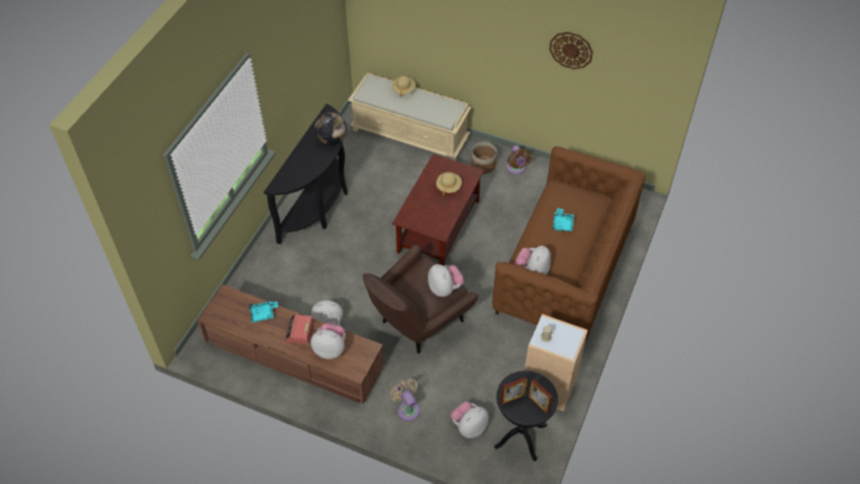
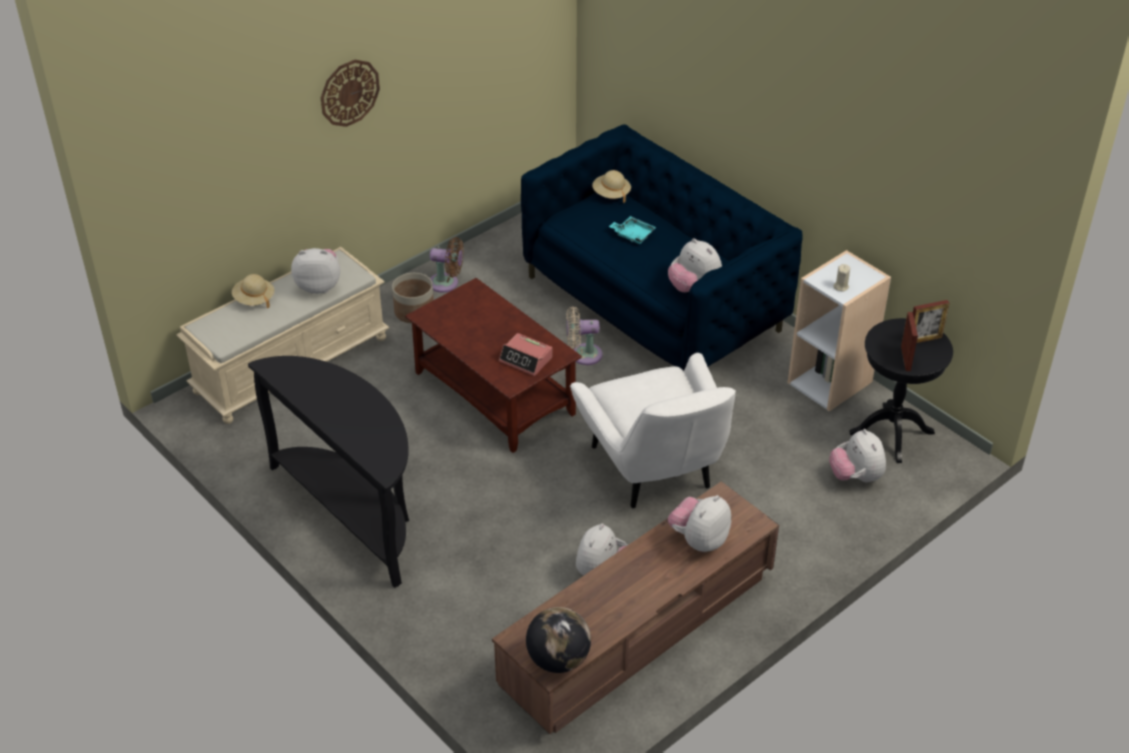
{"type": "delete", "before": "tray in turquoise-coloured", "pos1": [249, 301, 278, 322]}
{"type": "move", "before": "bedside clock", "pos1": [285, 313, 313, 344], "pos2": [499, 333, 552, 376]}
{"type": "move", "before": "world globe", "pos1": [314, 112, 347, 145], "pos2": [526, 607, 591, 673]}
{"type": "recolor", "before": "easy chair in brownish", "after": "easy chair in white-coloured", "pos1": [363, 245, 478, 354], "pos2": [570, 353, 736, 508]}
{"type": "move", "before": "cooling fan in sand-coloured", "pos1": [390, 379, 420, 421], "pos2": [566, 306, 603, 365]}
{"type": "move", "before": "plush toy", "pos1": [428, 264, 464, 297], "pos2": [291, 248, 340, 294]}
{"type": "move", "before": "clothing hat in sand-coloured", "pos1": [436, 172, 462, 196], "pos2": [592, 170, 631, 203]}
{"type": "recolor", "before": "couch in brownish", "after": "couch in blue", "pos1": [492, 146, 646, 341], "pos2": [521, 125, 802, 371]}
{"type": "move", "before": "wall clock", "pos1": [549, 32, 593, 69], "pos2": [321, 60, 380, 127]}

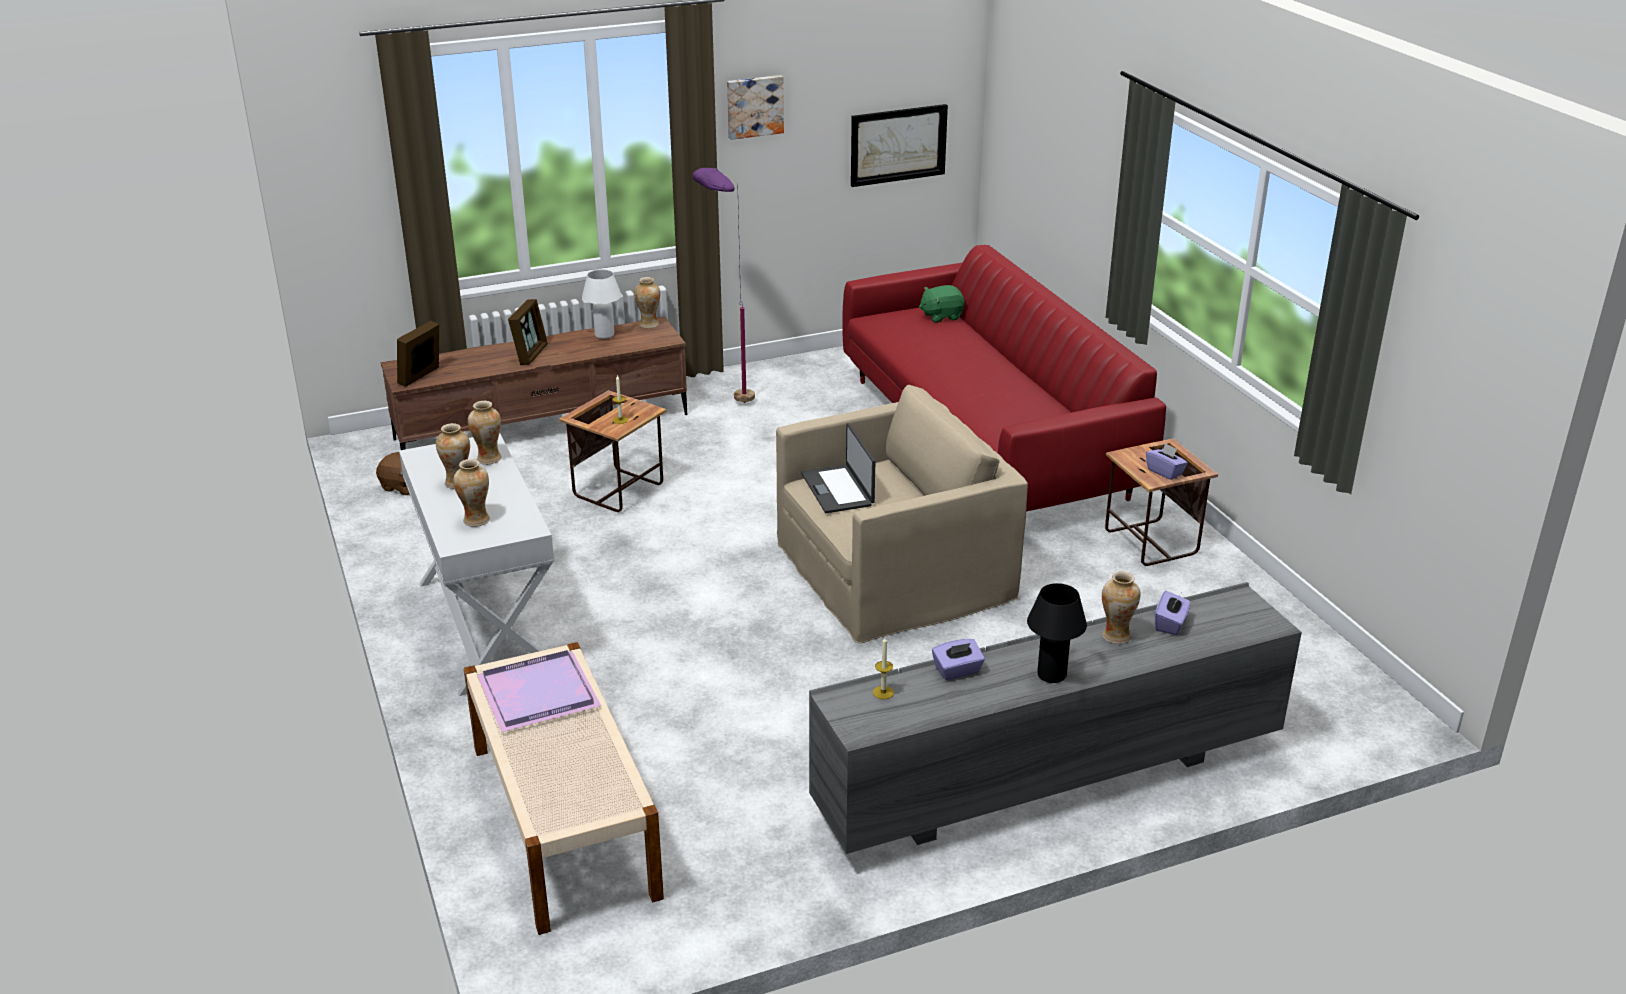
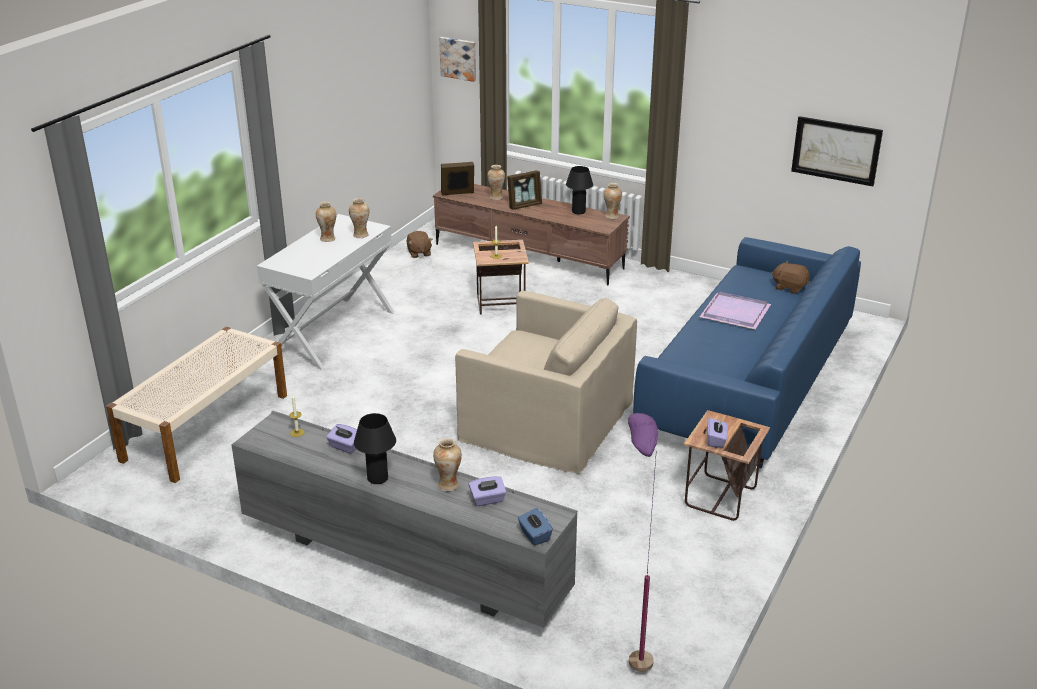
{"type": "move", "before": "decorative vase", "pos1": [453, 459, 490, 527], "pos2": [487, 165, 505, 200]}
{"type": "move", "before": "tray in purplish", "pos1": [477, 650, 601, 732], "pos2": [700, 291, 771, 329]}
{"type": "recolor", "before": "lamp for a table in white-coloured", "after": "lamp for a table in black", "pos1": [582, 269, 622, 339], "pos2": [566, 166, 593, 214]}
{"type": "move", "before": "standing lamp in purplish", "pos1": [692, 168, 755, 403], "pos2": [628, 413, 658, 672]}
{"type": "move", "before": "wall picture", "pos1": [727, 75, 784, 140], "pos2": [439, 37, 476, 82]}
{"type": "delete", "before": "laptop", "pos1": [801, 423, 875, 513]}
{"type": "recolor", "before": "couch in red", "after": "couch in blue", "pos1": [842, 245, 1166, 511], "pos2": [633, 237, 861, 468]}
{"type": "recolor", "before": "plush toy in greenish", "after": "plush toy in brownish", "pos1": [919, 285, 965, 323], "pos2": [772, 261, 810, 294]}
{"type": "insert", "after": "tissue box in blue", "pos2": [518, 508, 553, 545]}

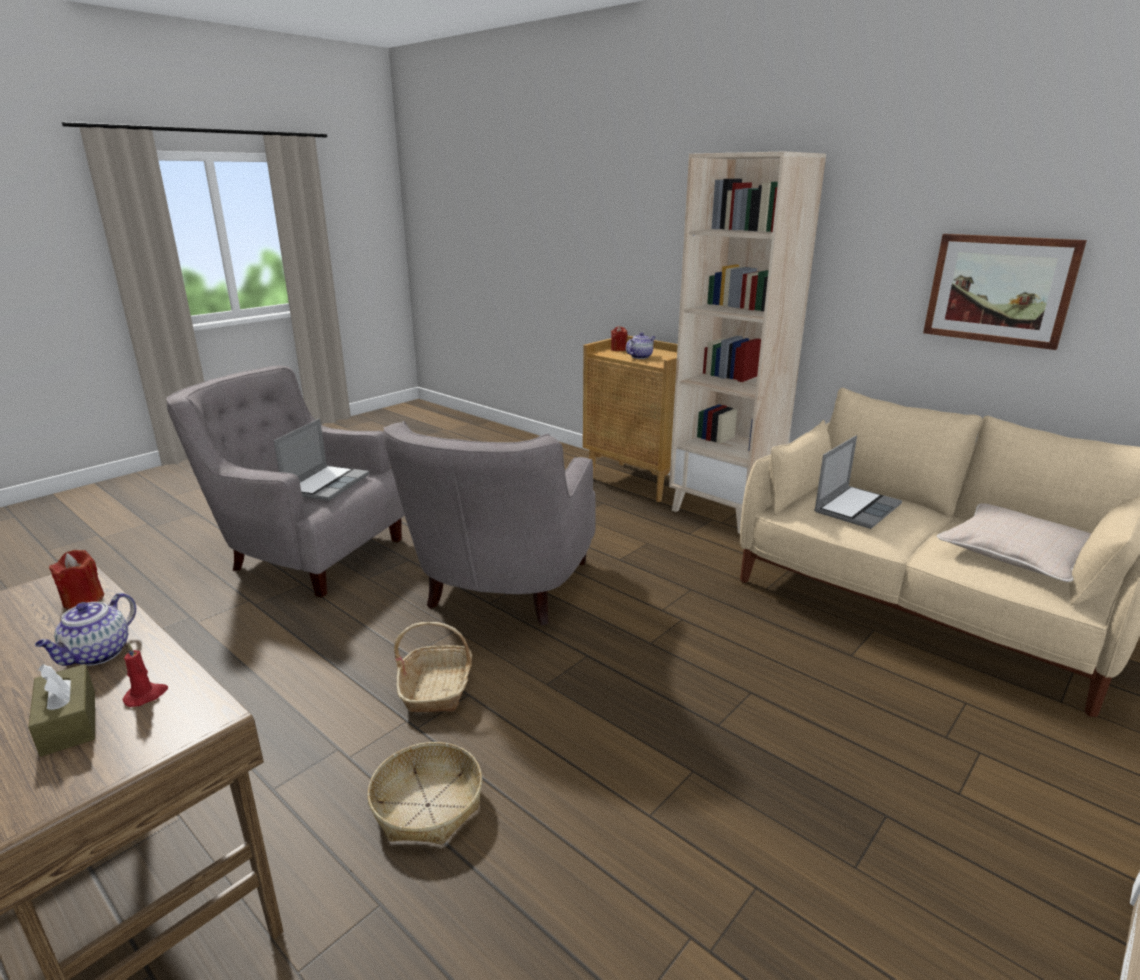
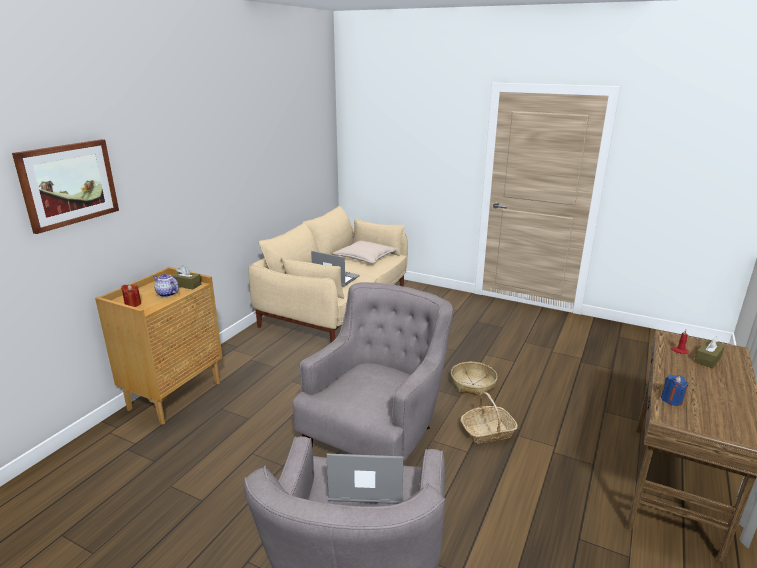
{"type": "delete", "before": "tea pot", "pos1": [35, 593, 136, 666]}
{"type": "recolor", "before": "candle in red", "after": "candle in blue", "pos1": [49, 550, 104, 610], "pos2": [661, 375, 689, 406]}
{"type": "move", "before": "basket", "pos1": [367, 742, 482, 844], "pos2": [451, 362, 497, 397]}
{"type": "rotate", "before": "easy chair in gray", "pos1": [383, 421, 596, 626], "pos2": [293, 282, 453, 461], "turn": -60}
{"type": "delete", "before": "shelving unit in sand-coloured", "pos1": [669, 151, 826, 534]}
{"type": "move", "before": "wall picture", "pos1": [923, 234, 1087, 350], "pos2": [12, 139, 119, 234]}
{"type": "insert", "after": "tissue box in brownish", "pos2": [172, 265, 201, 289]}

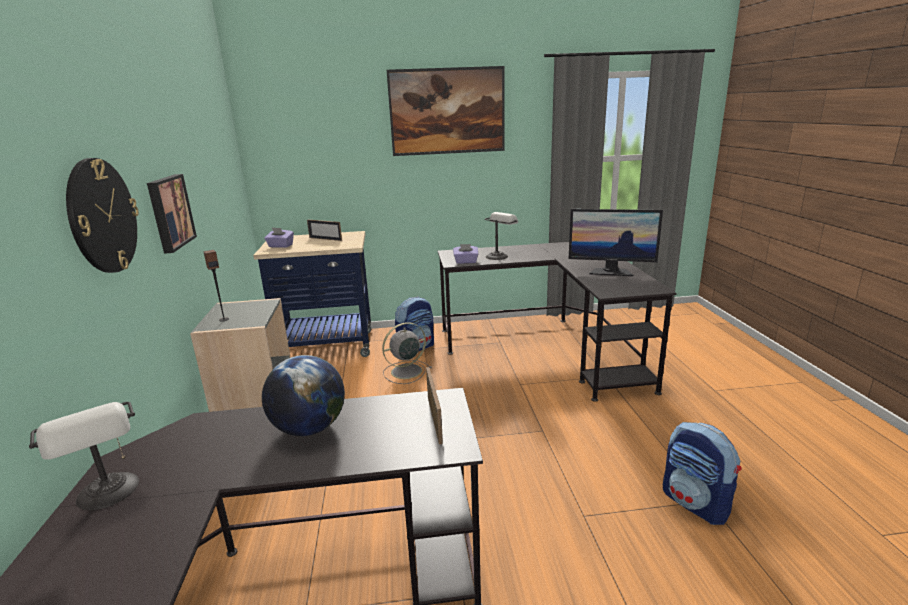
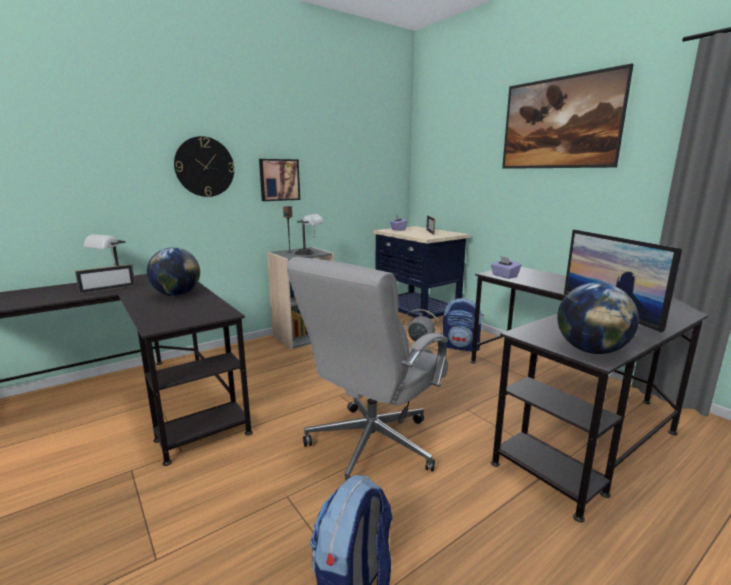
{"type": "move", "before": "picture frame", "pos1": [426, 367, 443, 444], "pos2": [75, 264, 136, 294]}
{"type": "move", "before": "lamp for a table", "pos1": [485, 212, 518, 260], "pos2": [294, 214, 324, 255]}
{"type": "insert", "after": "office chair in gray", "pos2": [287, 257, 448, 480]}
{"type": "insert", "after": "world globe", "pos2": [557, 283, 639, 354]}

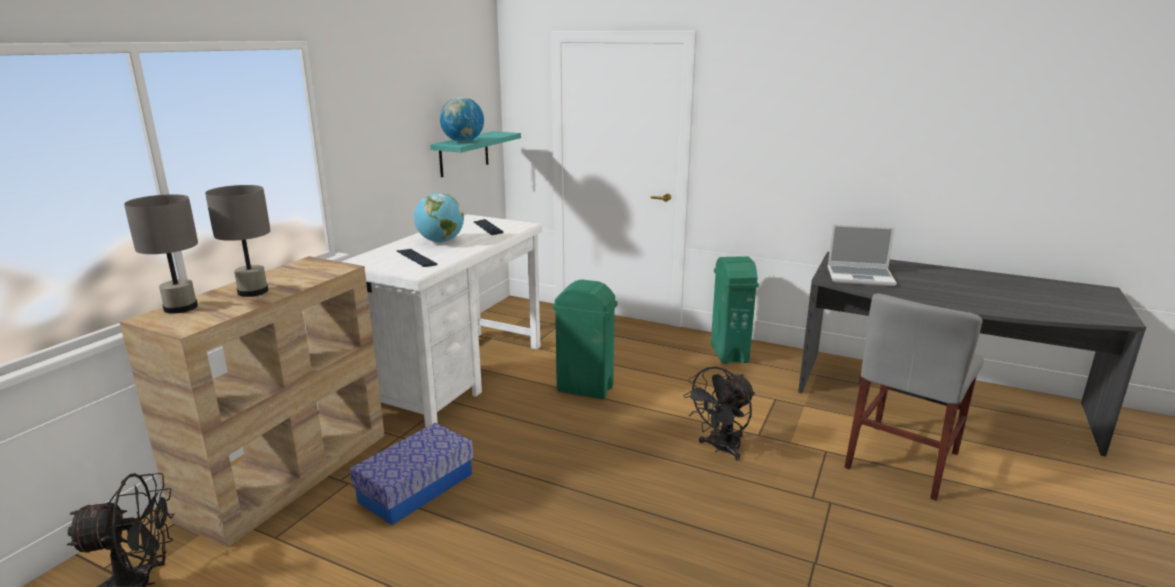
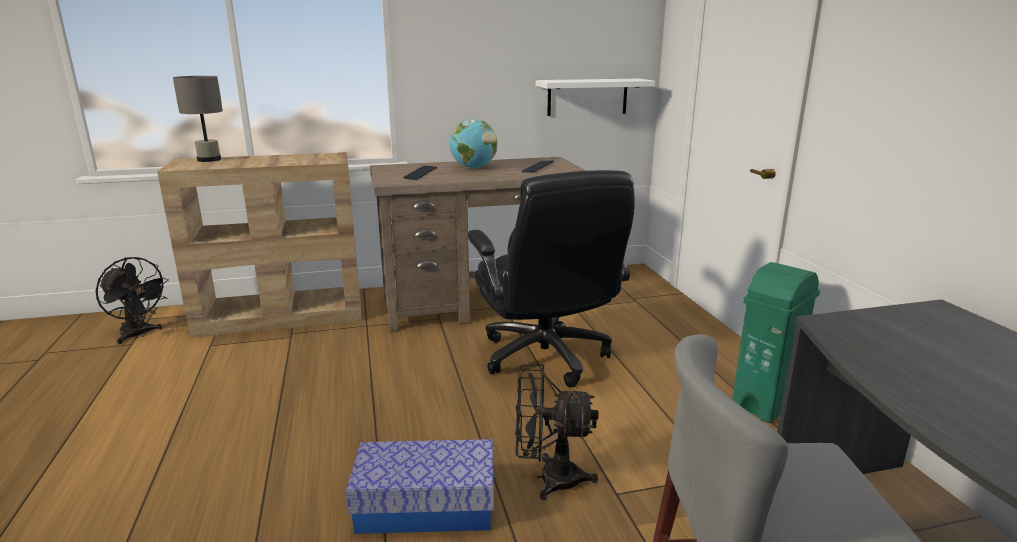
{"type": "delete", "before": "lamp for a table in gray", "pos1": [205, 185, 270, 297]}
{"type": "recolor", "before": "desk unit in white-coloured", "after": "desk unit in brownish", "pos1": [341, 214, 542, 428], "pos2": [370, 157, 586, 332]}
{"type": "move", "before": "storage box", "pos1": [350, 423, 473, 525], "pos2": [345, 439, 494, 534]}
{"type": "recolor", "before": "shelf in turquoise-coloured", "after": "shelf in white-coloured", "pos1": [430, 131, 521, 177], "pos2": [536, 79, 656, 116]}
{"type": "delete", "before": "world globe", "pos1": [440, 97, 484, 142]}
{"type": "replace", "before": "trash can in greenish", "after": "office chair in black", "pos1": [552, 279, 618, 399], "pos2": [468, 170, 635, 388]}
{"type": "delete", "before": "laptop", "pos1": [827, 224, 897, 286]}

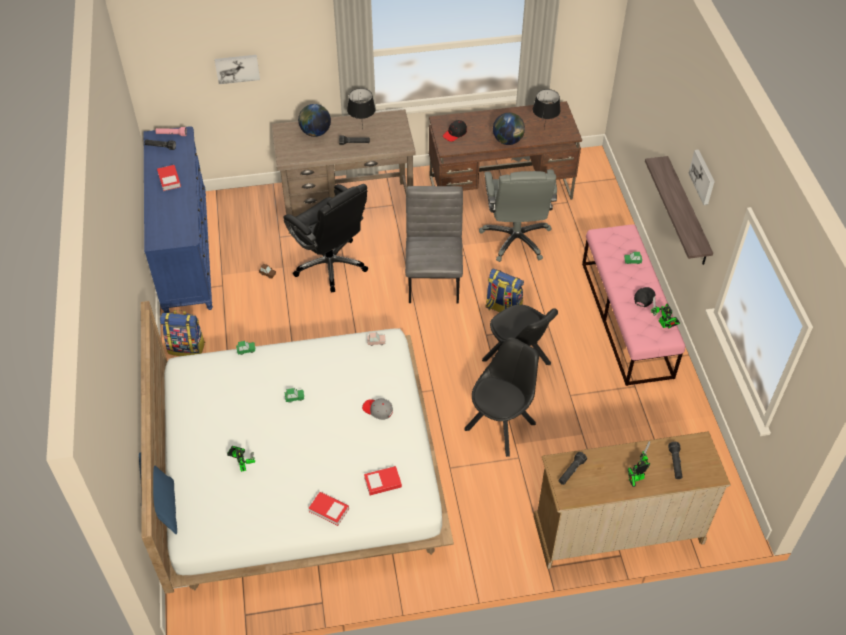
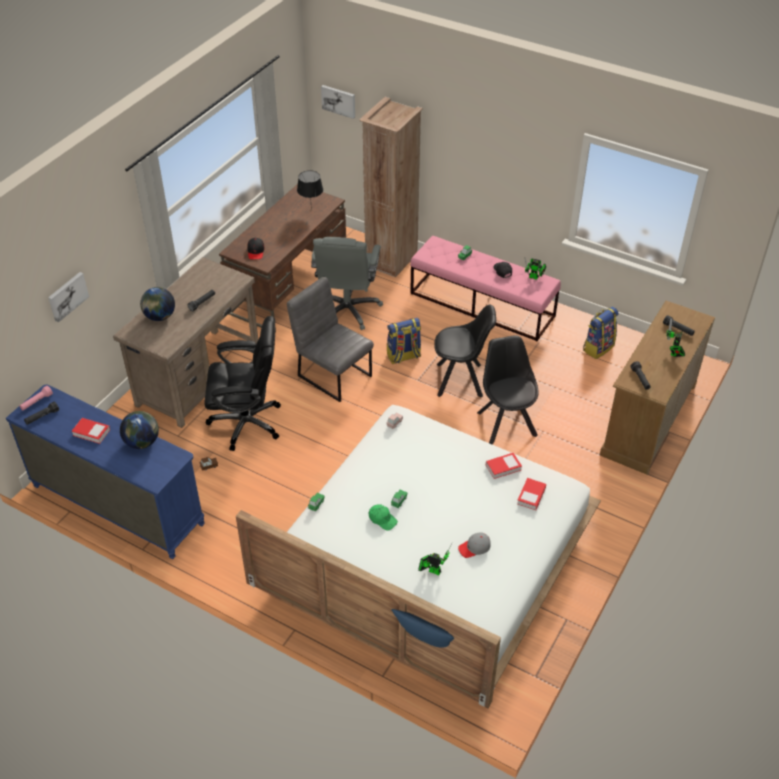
{"type": "move", "before": "knapsack", "pos1": [160, 310, 205, 356], "pos2": [583, 307, 618, 359]}
{"type": "move", "before": "bound book", "pos1": [309, 492, 349, 526], "pos2": [486, 453, 522, 479]}
{"type": "delete", "before": "lamp for a table in black", "pos1": [347, 88, 376, 130]}
{"type": "move", "before": "peaked cap in gray", "pos1": [362, 398, 393, 420], "pos2": [458, 532, 491, 558]}
{"type": "rotate", "before": "office chair in gray", "pos1": [479, 169, 557, 262], "pos2": [311, 237, 383, 330], "turn": 60}
{"type": "move", "before": "world globe", "pos1": [493, 113, 525, 145], "pos2": [120, 411, 159, 449]}
{"type": "delete", "before": "shelf", "pos1": [645, 156, 713, 265]}
{"type": "move", "before": "wall picture", "pos1": [688, 150, 715, 205], "pos2": [321, 85, 355, 119]}
{"type": "insert", "after": "cupboard in brownish", "pos2": [359, 97, 423, 277]}
{"type": "insert", "after": "peaked cap in greenish", "pos2": [369, 504, 398, 531]}

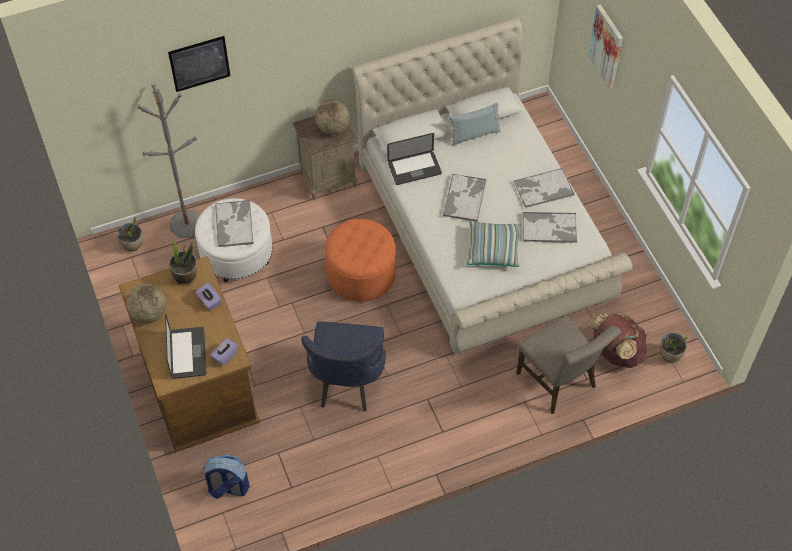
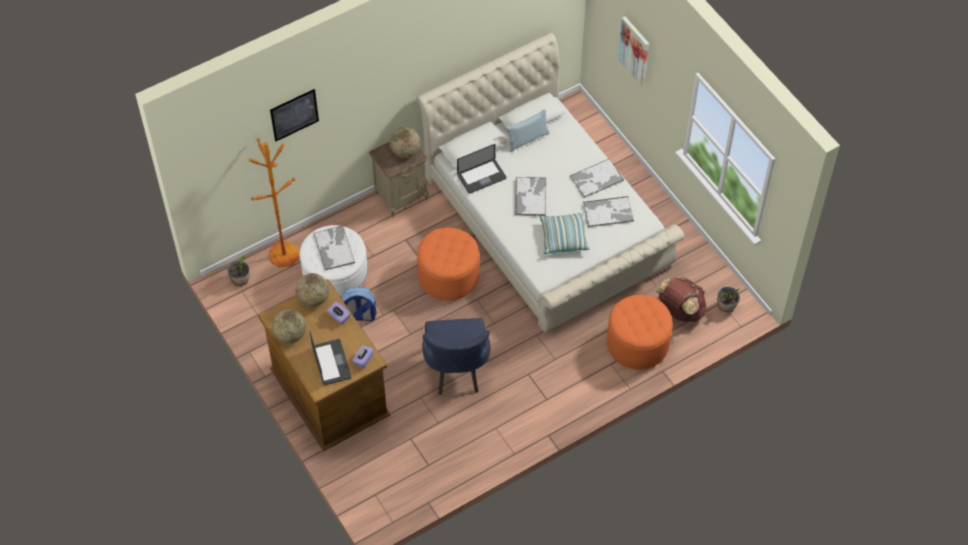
{"type": "recolor", "before": "garment stand in gray", "after": "garment stand in orange-coloured", "pos1": [137, 84, 200, 238], "pos2": [249, 138, 300, 268]}
{"type": "replace", "before": "houseplant", "after": "world globe", "pos1": [169, 239, 197, 285], "pos2": [296, 273, 329, 307]}
{"type": "move", "before": "knapsack", "pos1": [202, 455, 250, 499], "pos2": [341, 287, 377, 321]}
{"type": "replace", "before": "upright chair in sand-coloured", "after": "pouffe in orange-coloured", "pos1": [516, 315, 622, 414], "pos2": [607, 295, 673, 370]}

